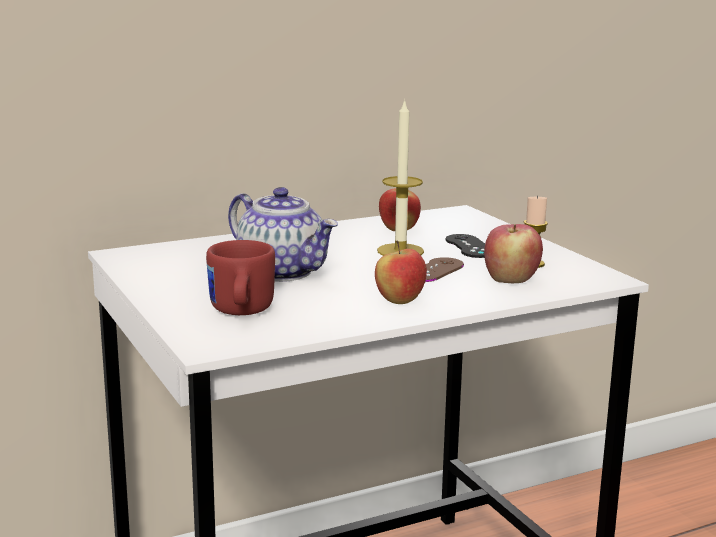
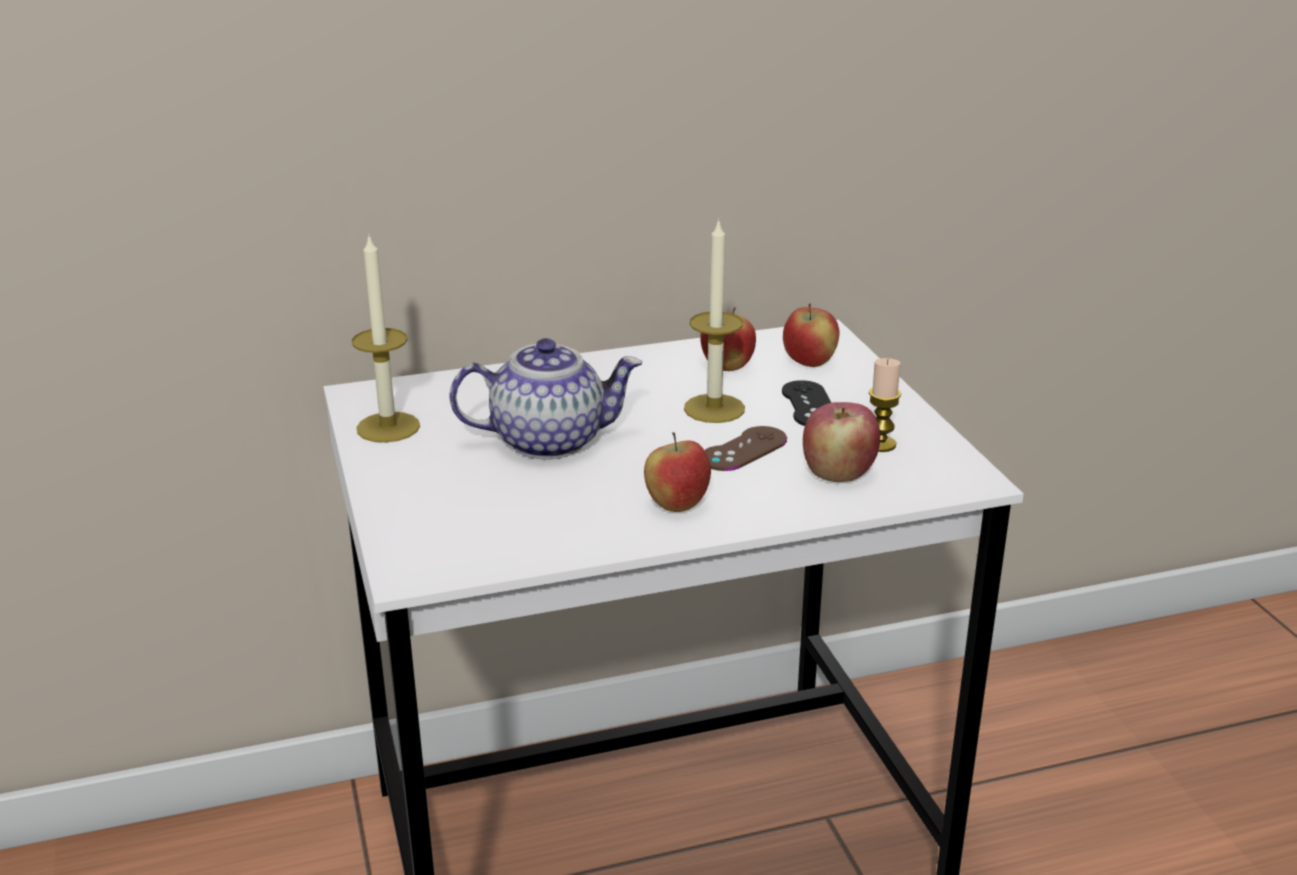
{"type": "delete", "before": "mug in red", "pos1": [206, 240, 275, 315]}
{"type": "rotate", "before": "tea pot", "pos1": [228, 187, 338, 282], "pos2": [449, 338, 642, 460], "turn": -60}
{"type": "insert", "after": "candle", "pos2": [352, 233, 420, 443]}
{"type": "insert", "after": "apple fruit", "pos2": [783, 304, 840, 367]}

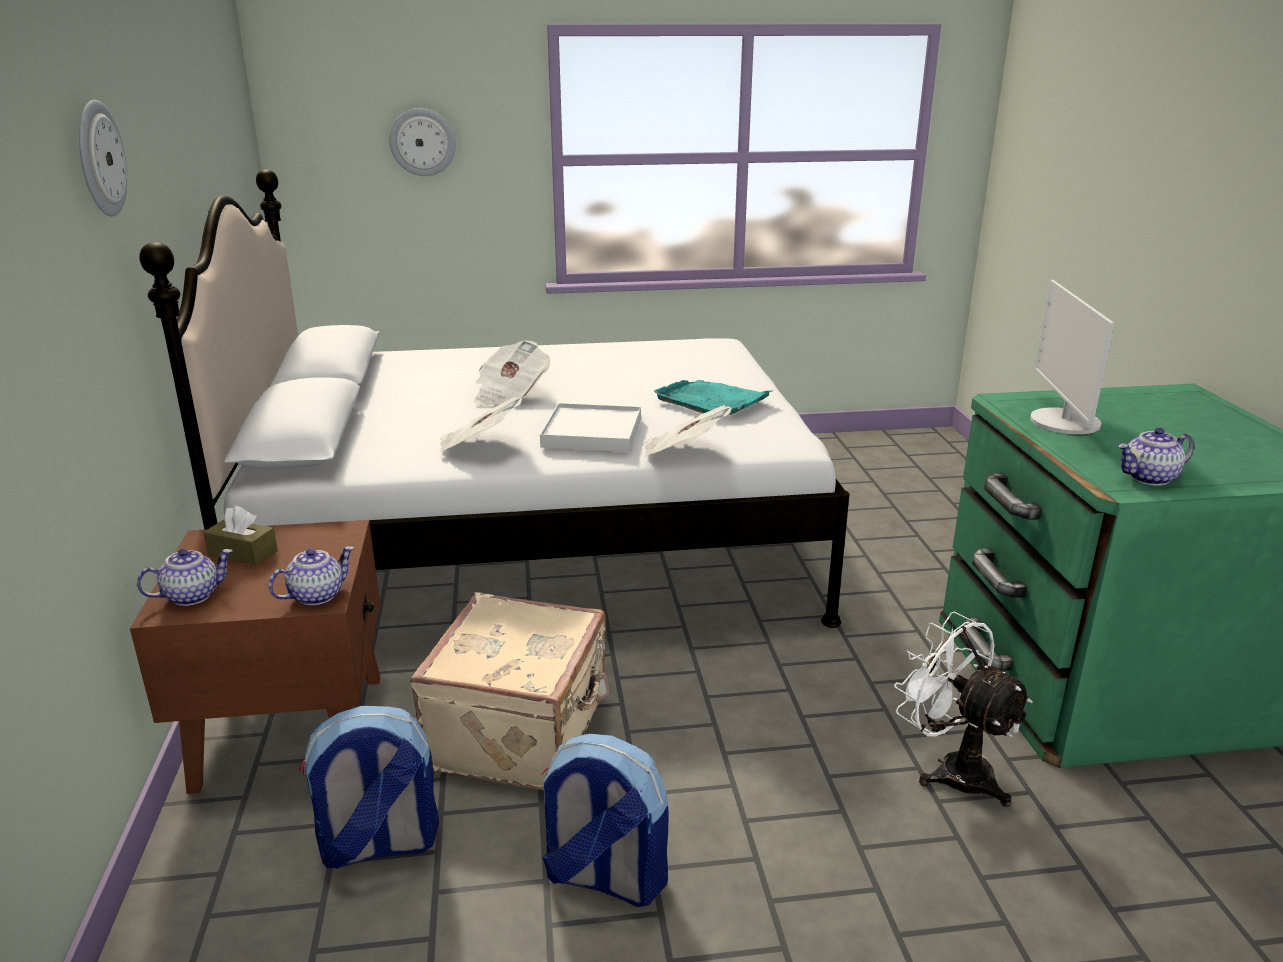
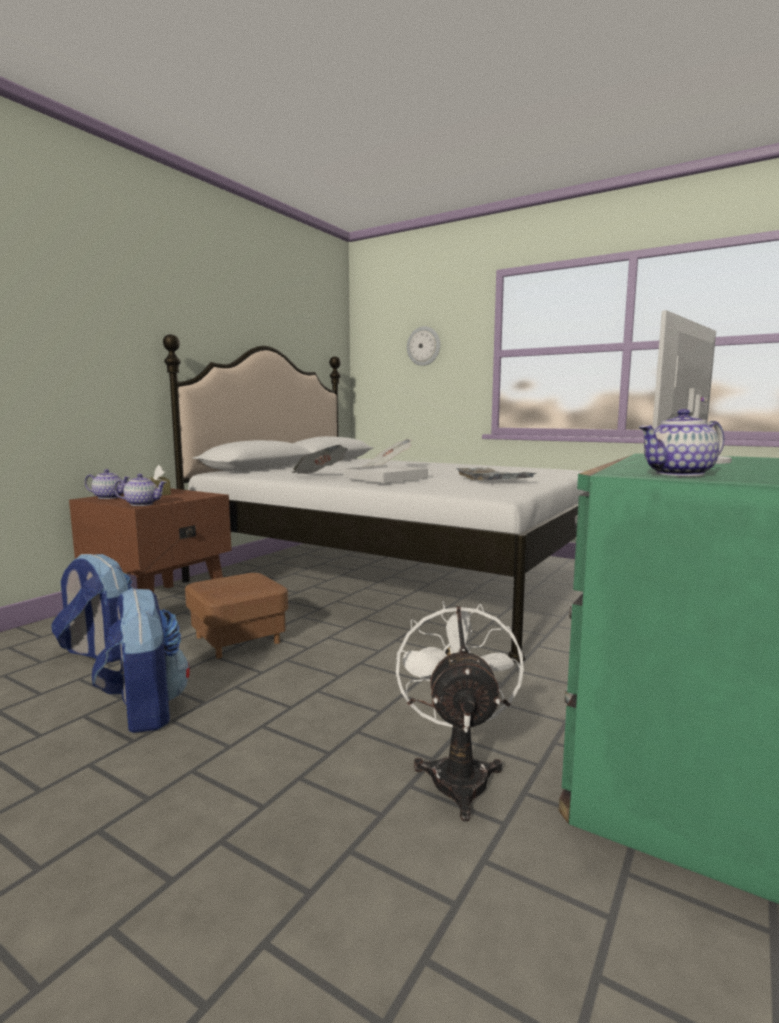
{"type": "delete", "before": "wall clock", "pos1": [79, 100, 127, 217]}
{"type": "replace", "before": "suitcase in sand-coloured", "after": "pouffe in brownish", "pos1": [410, 592, 610, 790], "pos2": [185, 573, 288, 659]}
{"type": "delete", "before": "newspaper", "pos1": [644, 405, 731, 457]}
{"type": "recolor", "before": "tray in turquoise-coloured", "after": "tray in gray", "pos1": [654, 380, 772, 415], "pos2": [455, 468, 537, 480]}
{"type": "rotate", "before": "tea pot", "pos1": [1118, 428, 1195, 486], "pos2": [638, 409, 725, 476], "turn": -45}

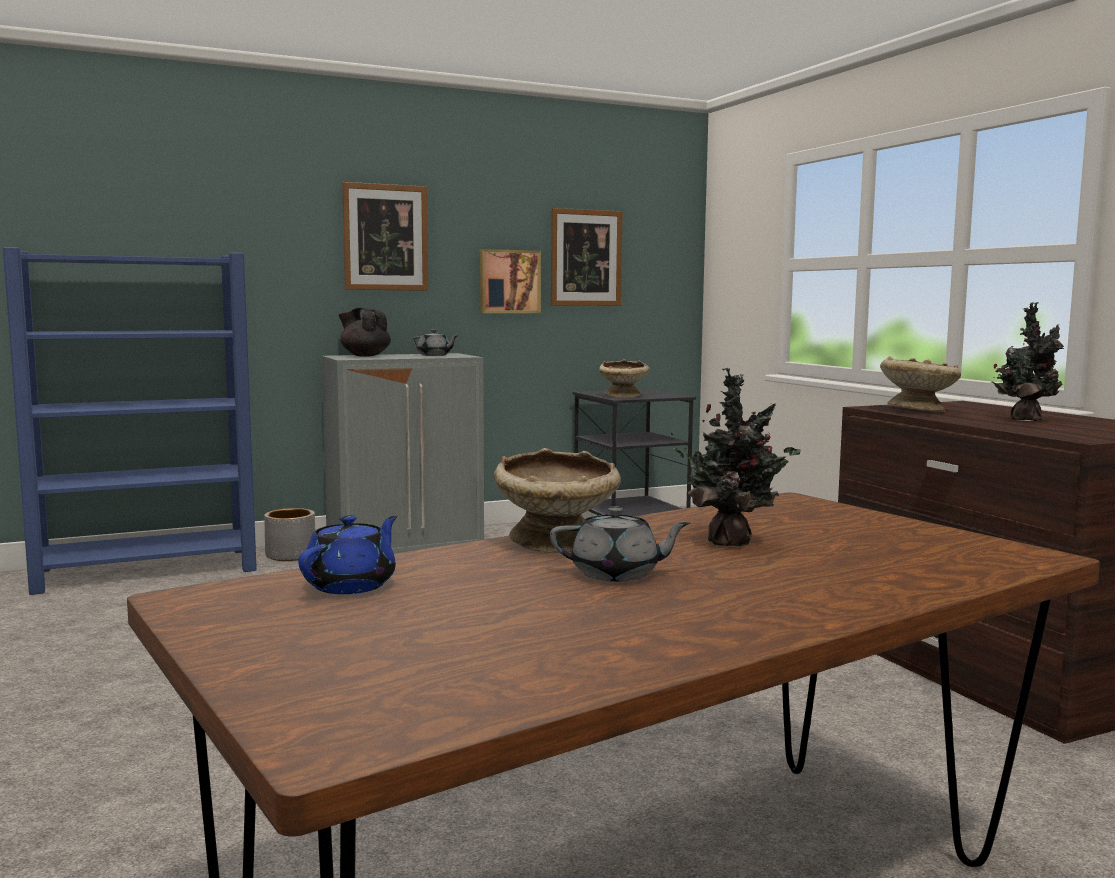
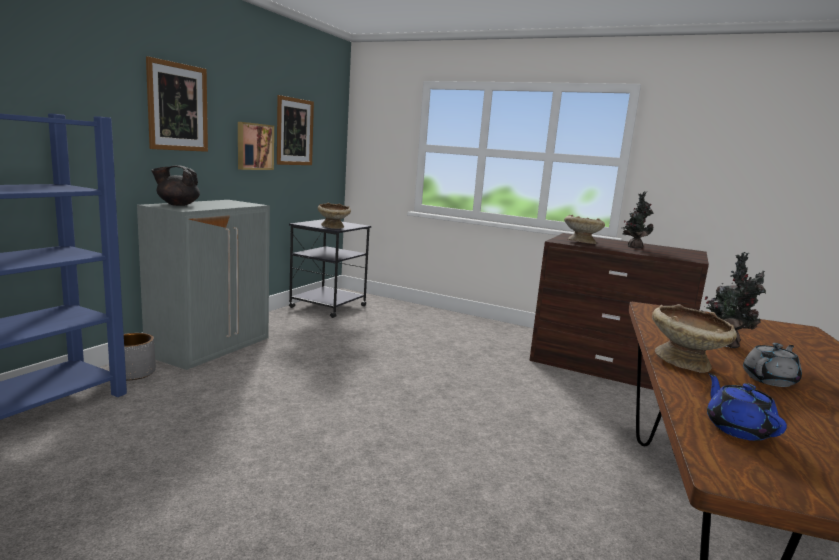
{"type": "delete", "before": "tea pot in gray", "pos1": [412, 329, 457, 356]}

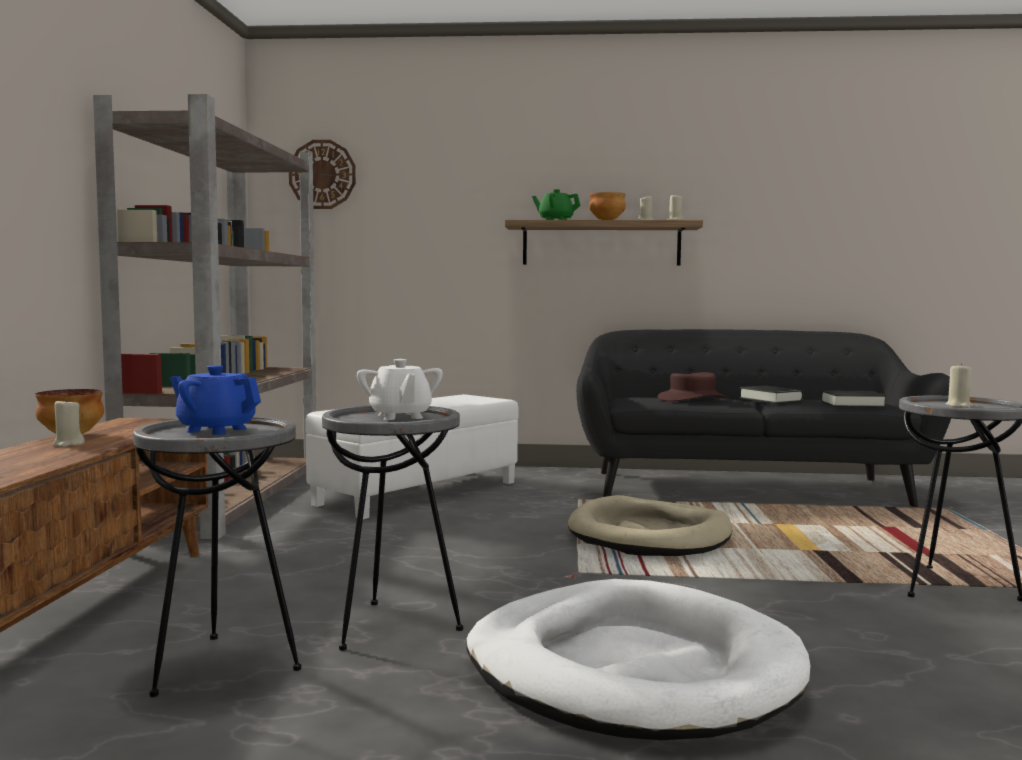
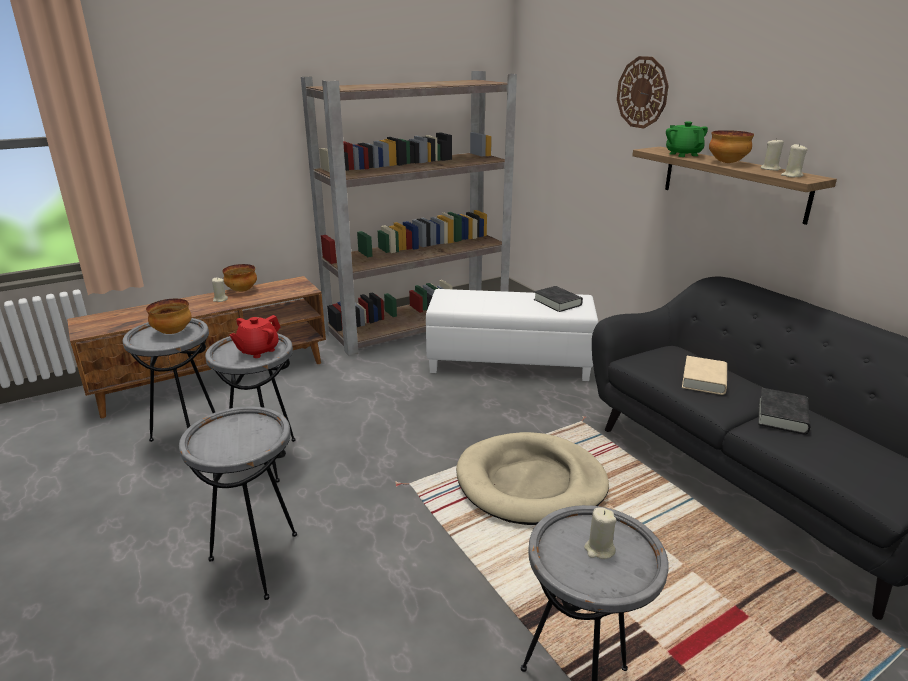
{"type": "replace", "before": "tea pot in blue", "after": "bowl", "pos1": [170, 365, 261, 435], "pos2": [146, 299, 192, 334]}
{"type": "move", "before": "wall clock", "pos1": [289, 140, 356, 209], "pos2": [617, 56, 669, 129]}
{"type": "recolor", "before": "tea pot in white-coloured", "after": "tea pot in red", "pos1": [357, 359, 443, 420], "pos2": [230, 315, 280, 358]}
{"type": "replace", "before": "pet bed in white-coloured", "after": "accent table in gray", "pos1": [466, 579, 810, 740], "pos2": [179, 406, 297, 600]}
{"type": "replace", "before": "clothing hat in brownish", "after": "bound book in sand-coloured", "pos1": [658, 372, 727, 401], "pos2": [682, 356, 727, 395]}
{"type": "move", "before": "bound book in black", "pos1": [821, 390, 887, 408], "pos2": [534, 286, 583, 312]}

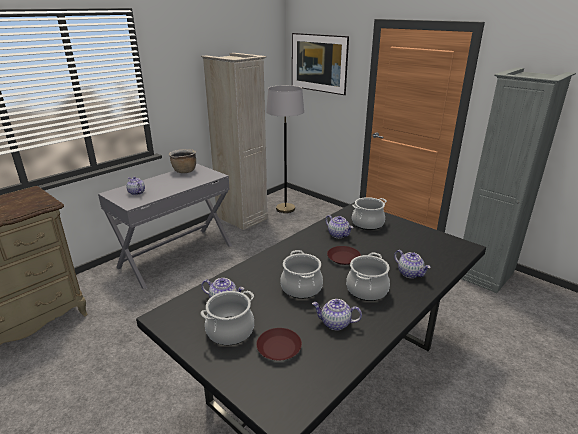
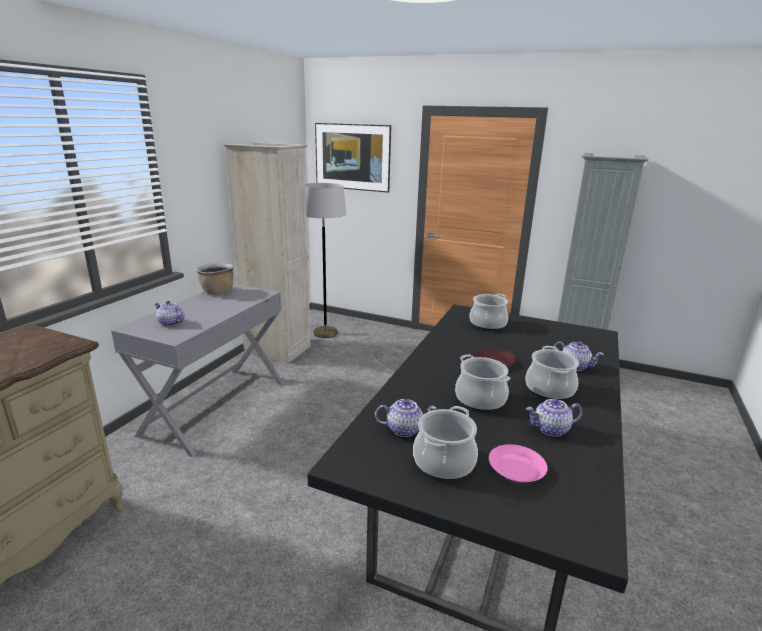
{"type": "recolor", "before": "flat dish in brownish", "after": "flat dish in pinkish", "pos1": [256, 328, 302, 360], "pos2": [489, 444, 548, 482]}
{"type": "delete", "before": "tea pot", "pos1": [326, 215, 353, 238]}

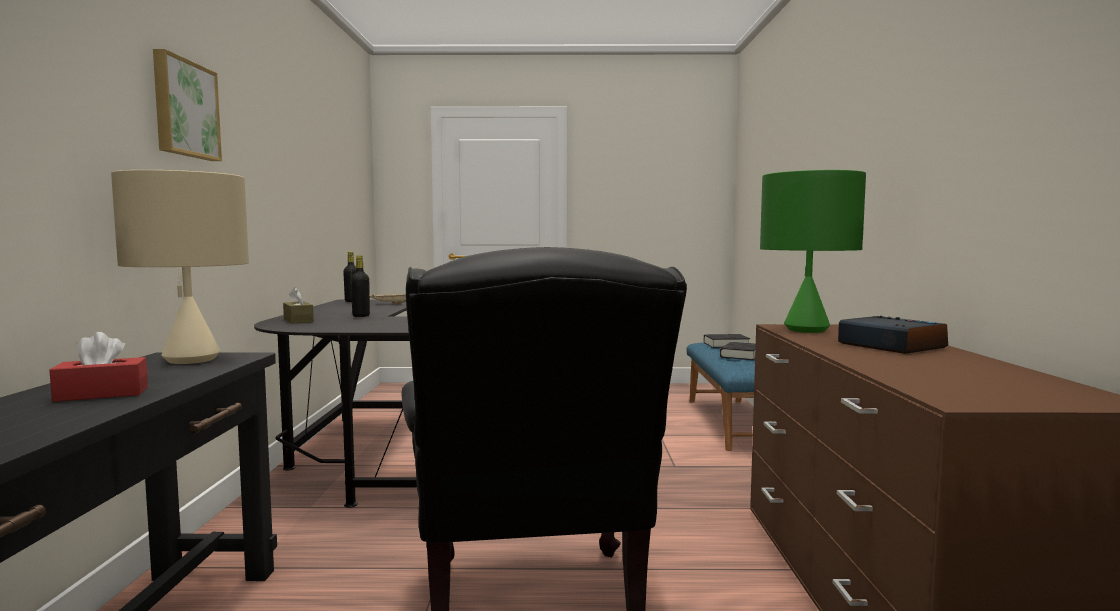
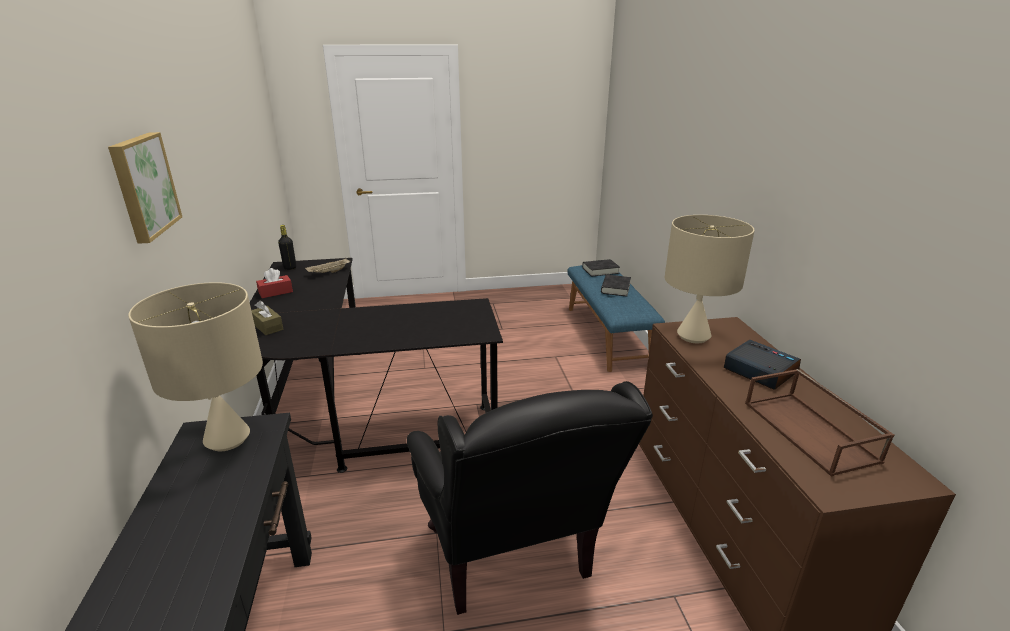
{"type": "move", "before": "tissue box in red", "pos1": [49, 332, 148, 402], "pos2": [256, 268, 293, 298]}
{"type": "delete", "before": "beverage bottle in black", "pos1": [351, 255, 370, 317]}
{"type": "recolor", "before": "lamp for a table in greenish", "after": "lamp for a table in sand-coloured", "pos1": [760, 170, 866, 333], "pos2": [665, 215, 755, 343]}
{"type": "insert", "after": "tray in brownish", "pos2": [745, 369, 895, 476]}

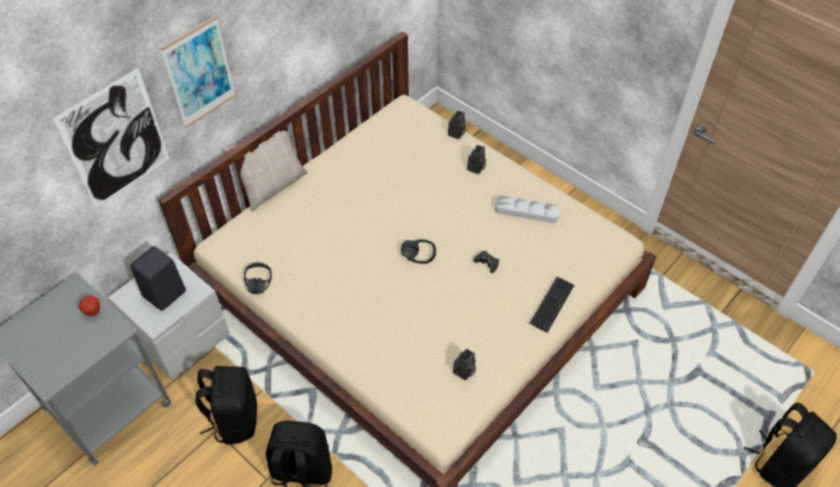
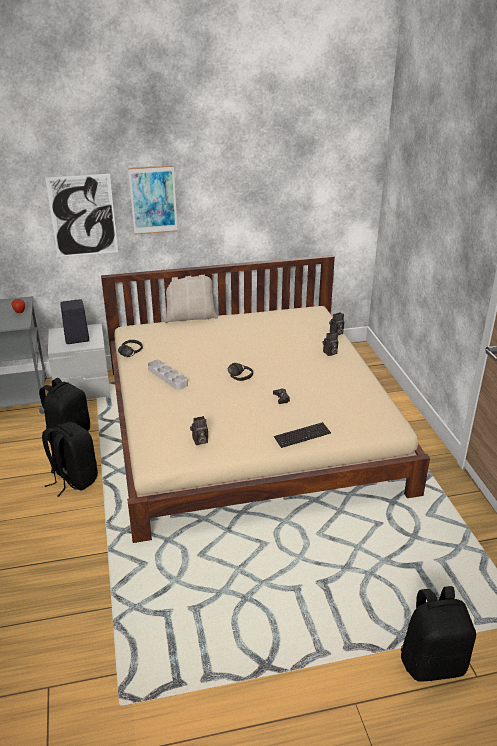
{"type": "move", "before": "tray in gray", "pos1": [495, 195, 560, 223], "pos2": [148, 360, 188, 390]}

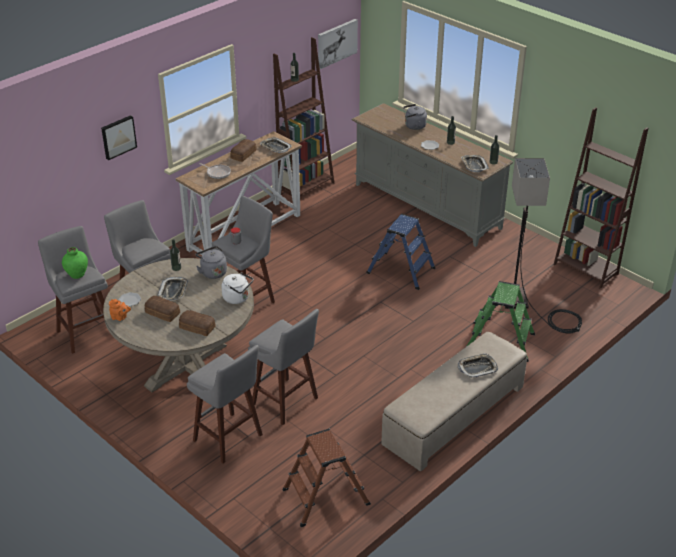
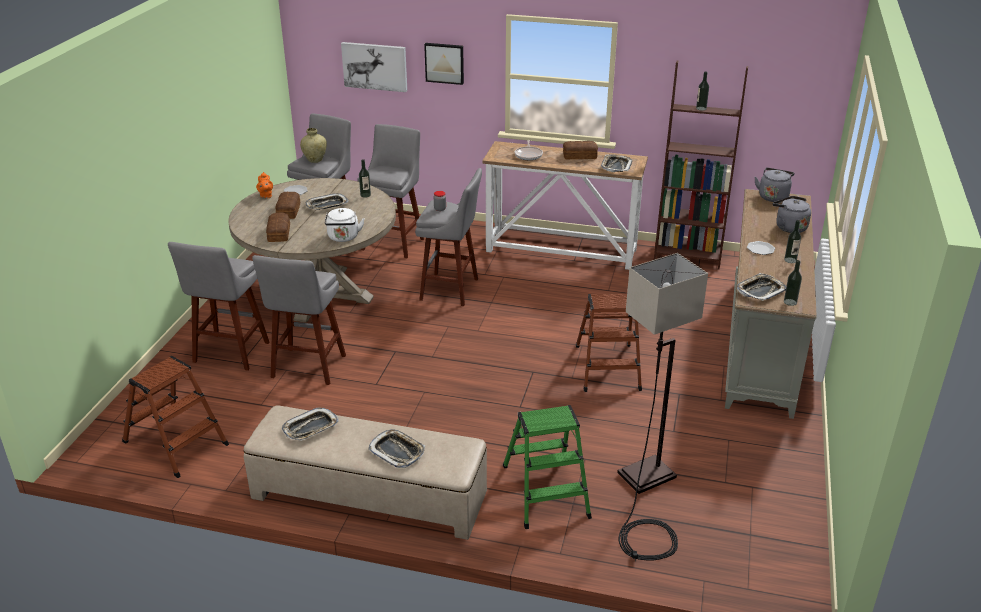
{"type": "recolor", "before": "decorative vase in greenish", "after": "decorative vase in sand-coloured", "pos1": [62, 247, 88, 279], "pos2": [300, 128, 327, 163]}
{"type": "move", "before": "water kettle in gray", "pos1": [196, 246, 227, 279], "pos2": [754, 168, 795, 202]}
{"type": "move", "before": "wall picture", "pos1": [318, 19, 358, 69], "pos2": [341, 42, 407, 92]}
{"type": "recolor", "before": "step ladder in blue", "after": "step ladder in brownish", "pos1": [366, 213, 436, 290], "pos2": [576, 294, 642, 392]}
{"type": "delete", "before": "shelving unit in brownish", "pos1": [553, 107, 648, 289]}
{"type": "insert", "after": "tray", "pos2": [282, 408, 339, 441]}

